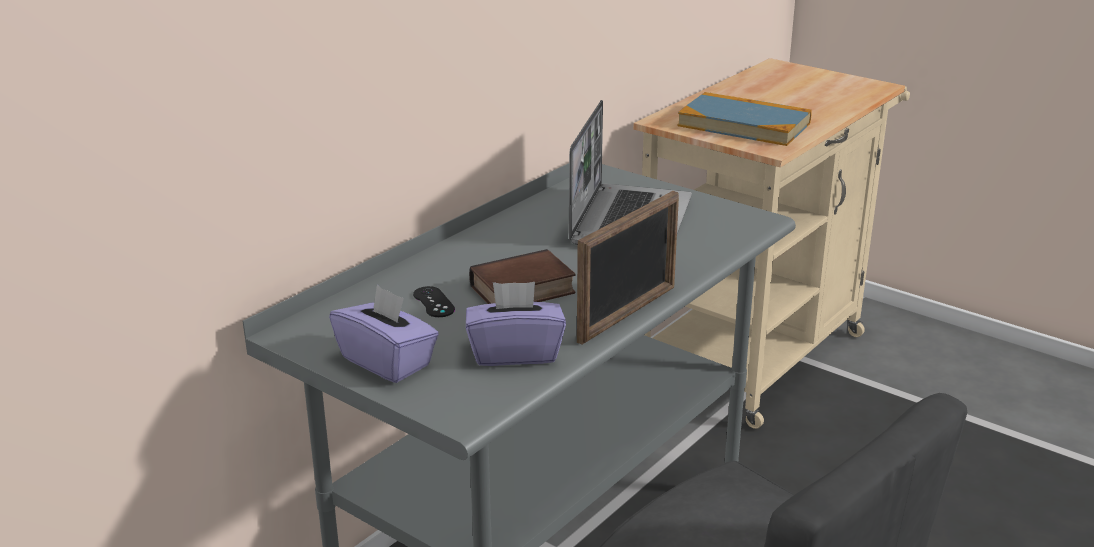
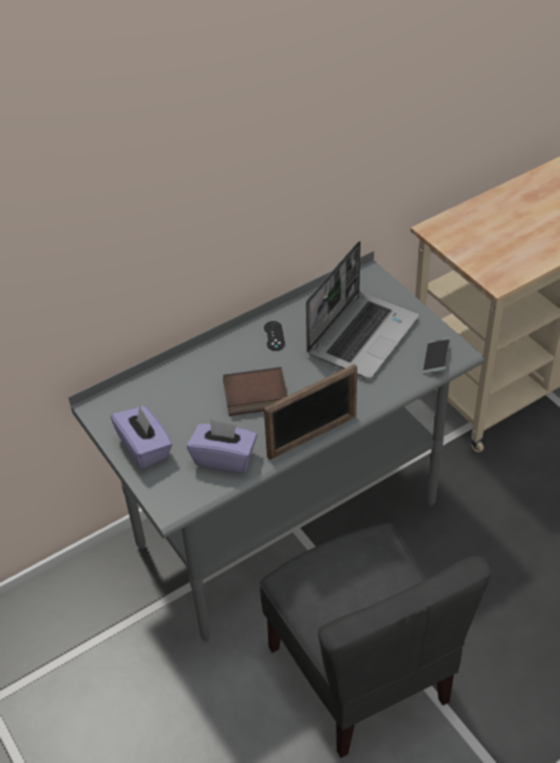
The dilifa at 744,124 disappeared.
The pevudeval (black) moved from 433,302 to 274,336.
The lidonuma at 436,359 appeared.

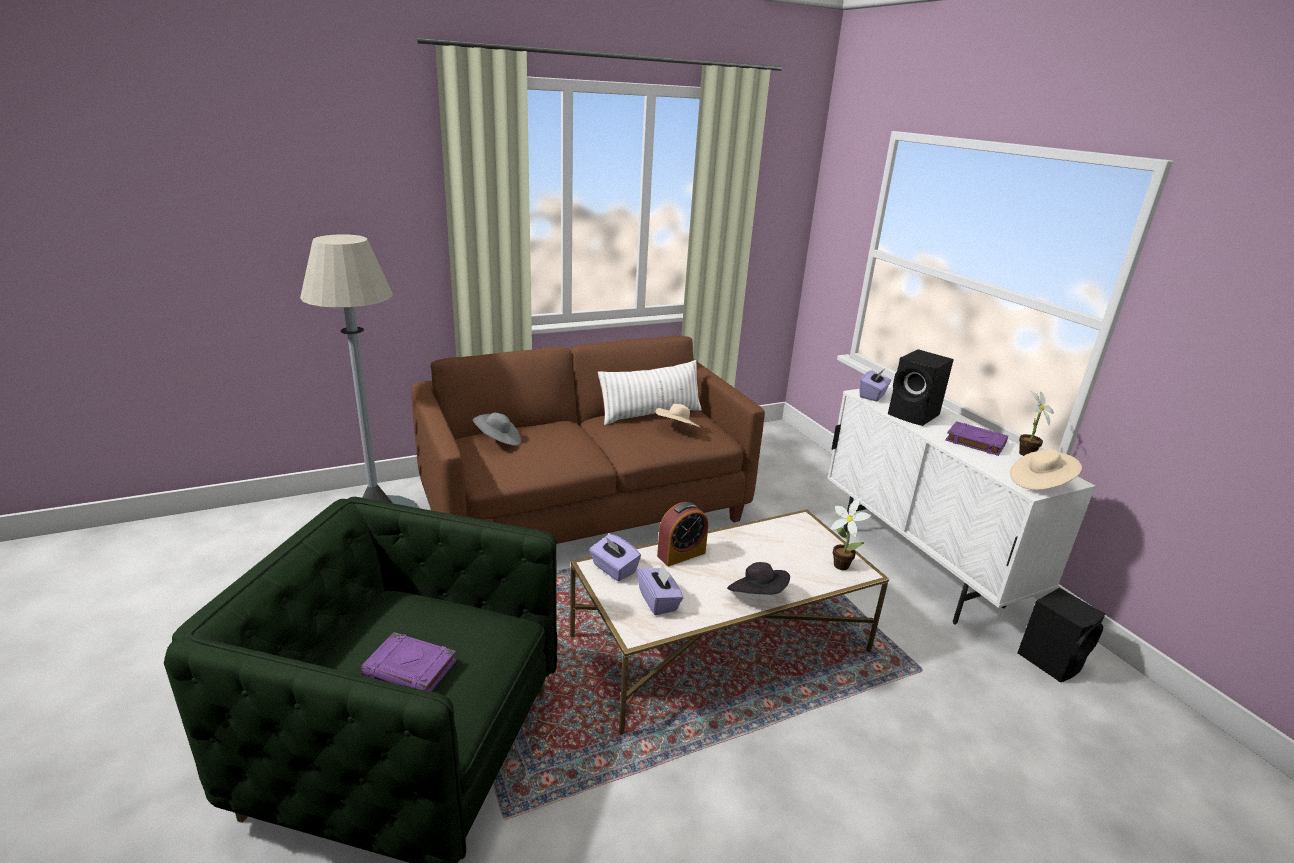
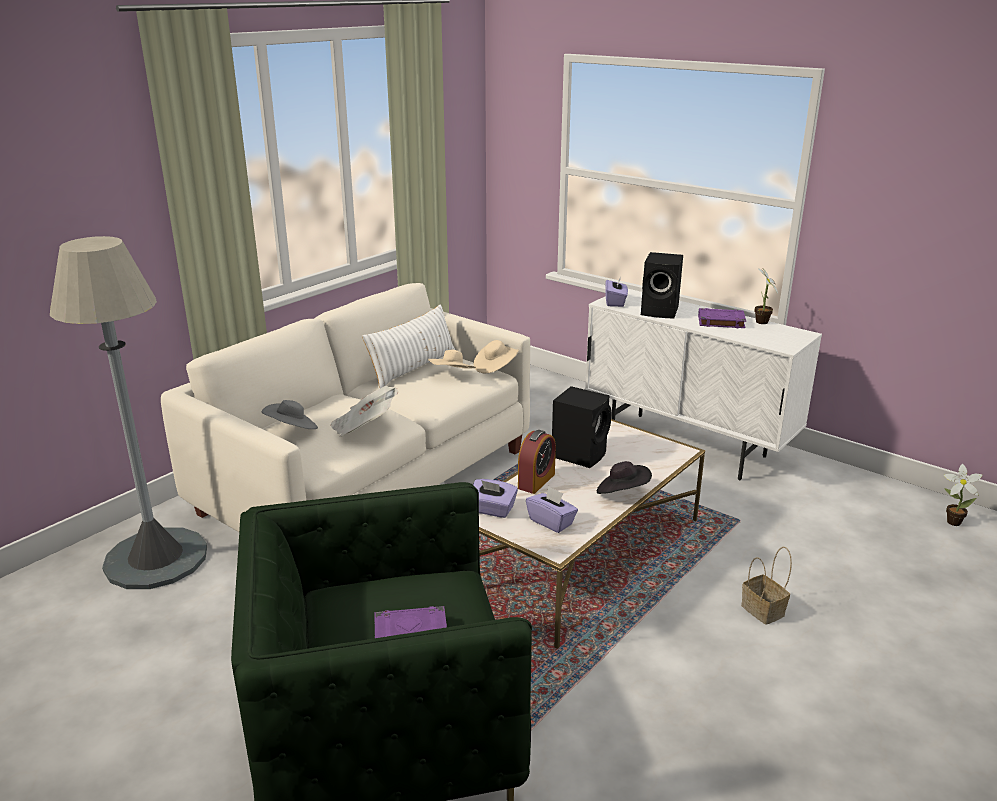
The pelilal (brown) at 586,507 became the pelilal (white) at 368,481.
The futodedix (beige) moved from 1040,483 to 495,367.
The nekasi moved from 839,564 to 951,521.
The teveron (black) moved from 1051,660 to 580,454.
The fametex at 364,427 appeared.
The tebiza at 764,611 appeared.

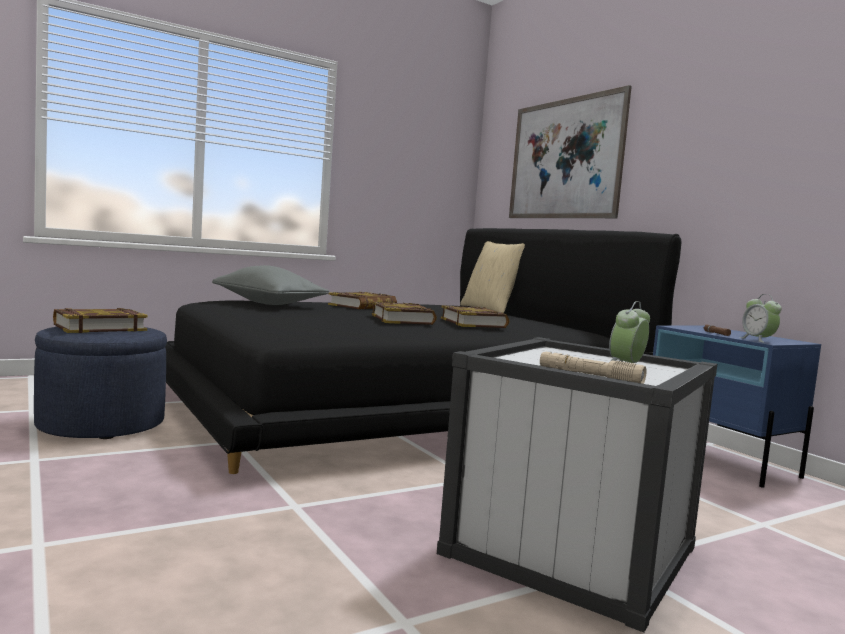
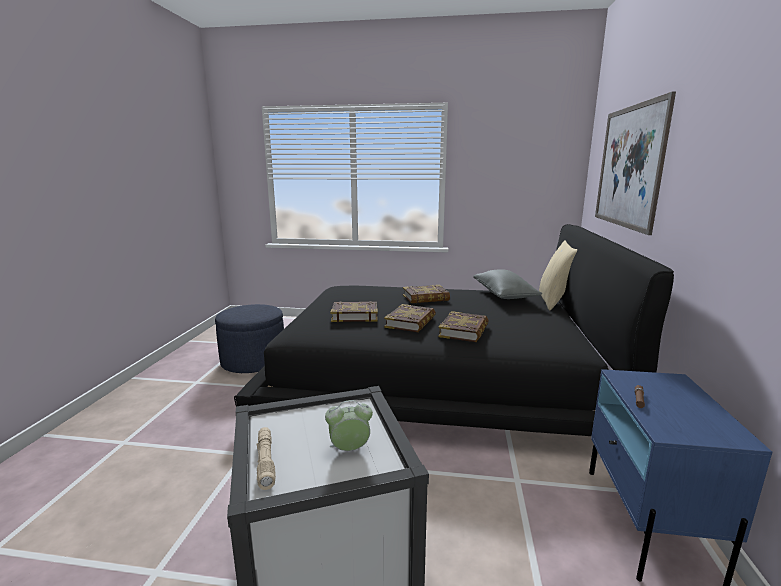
The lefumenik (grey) moved from 268,303 to 504,295.
The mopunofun at 758,340 disappeared.
The dilifa moved from 99,327 to 355,315.

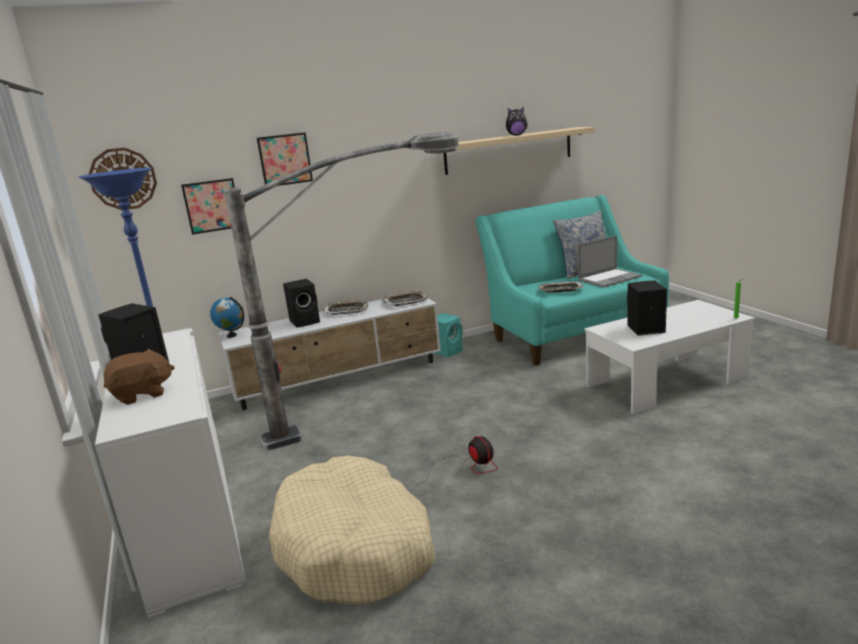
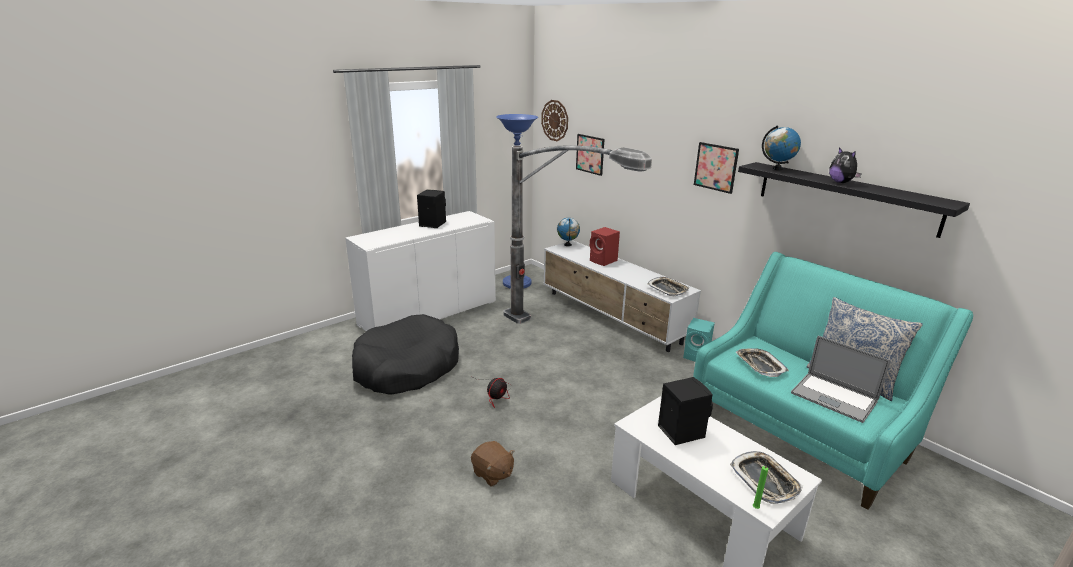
The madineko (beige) at 509,150 became the madineko (black) at 845,197.
The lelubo moved from 285,159 to 716,167.
The teveron (black) at 306,321 became the teveron (red) at 604,261.
The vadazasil moved from 346,311 to 764,480.
The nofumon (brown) moved from 142,394 to 492,474.
The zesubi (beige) at 355,547 became the zesubi (black) at 406,367.
The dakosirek at 777,169 appeared.

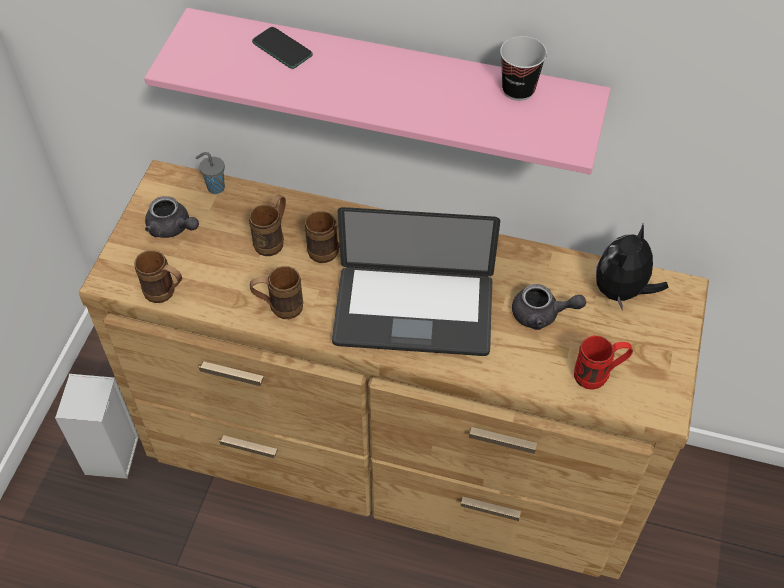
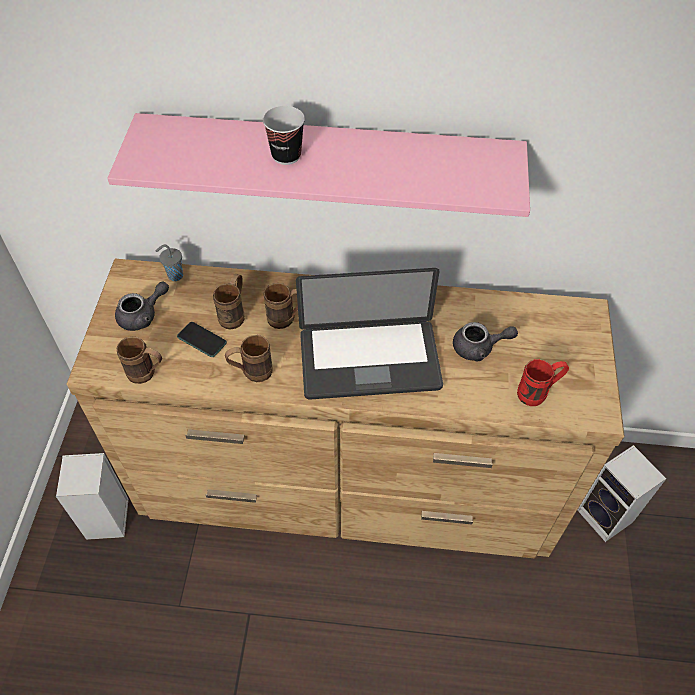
The lidonuma moved from 282,49 to 202,340.
The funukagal moved from 518,90 to 286,155.
The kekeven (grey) at 172,228 turned 60 degrees counterclockwise.
The nofumon at 622,291 disappeared.
The teveron at 606,517 appeared.

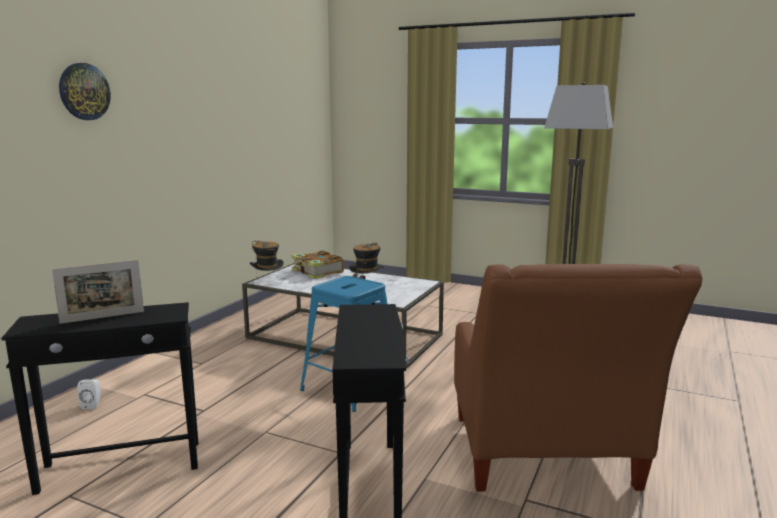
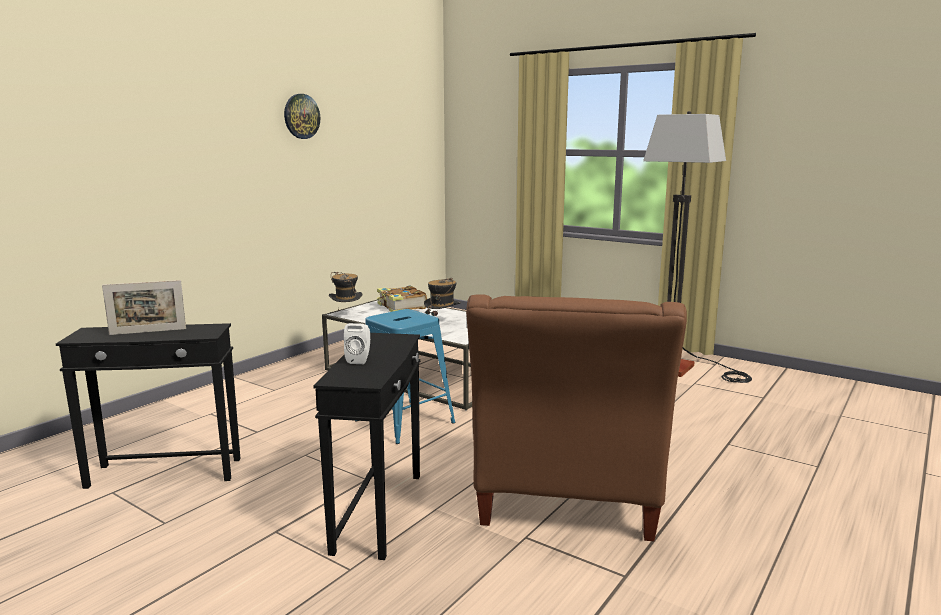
The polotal moved from 84,91 to 301,116.
The teveron (white) moved from 92,404 to 359,360.

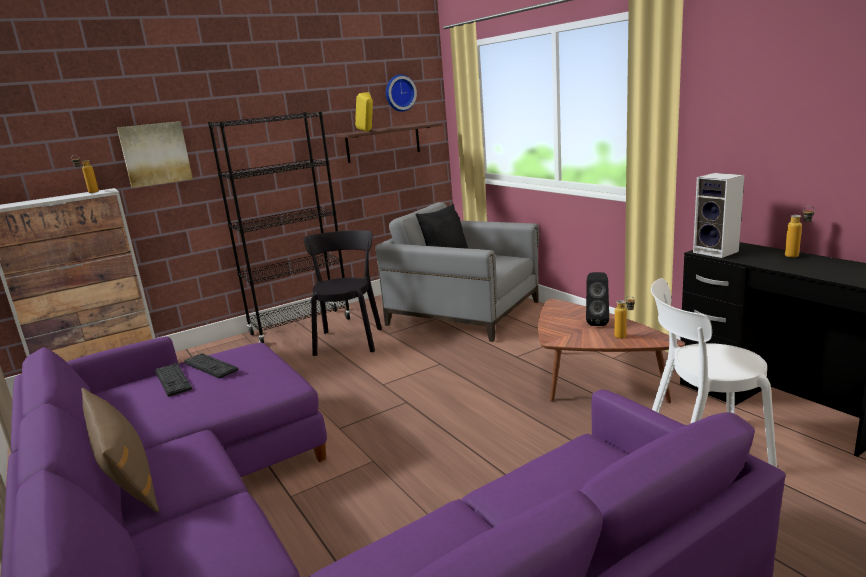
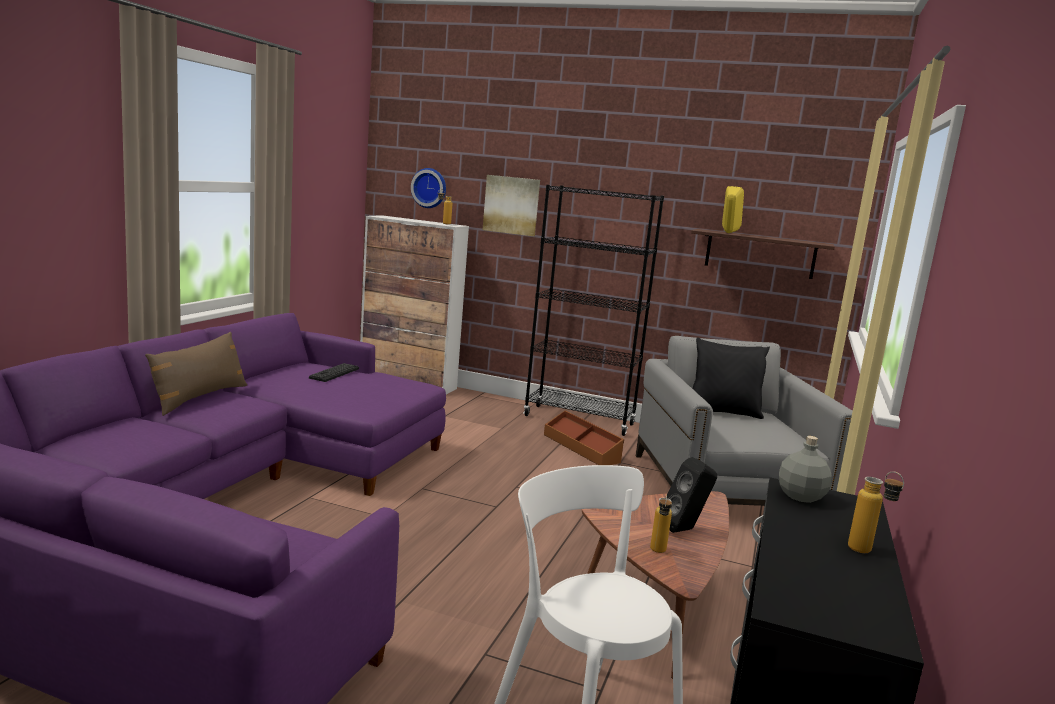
The polotal moved from 399,93 to 430,188.
The teveron at 717,252 was replaced by the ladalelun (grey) at 801,497.
The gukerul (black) at 349,340 was replaced by the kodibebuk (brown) at 581,448.
The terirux at 210,366 disappeared.

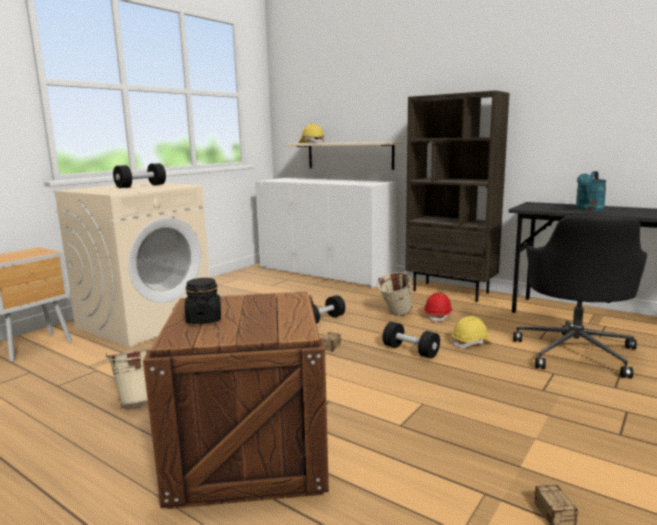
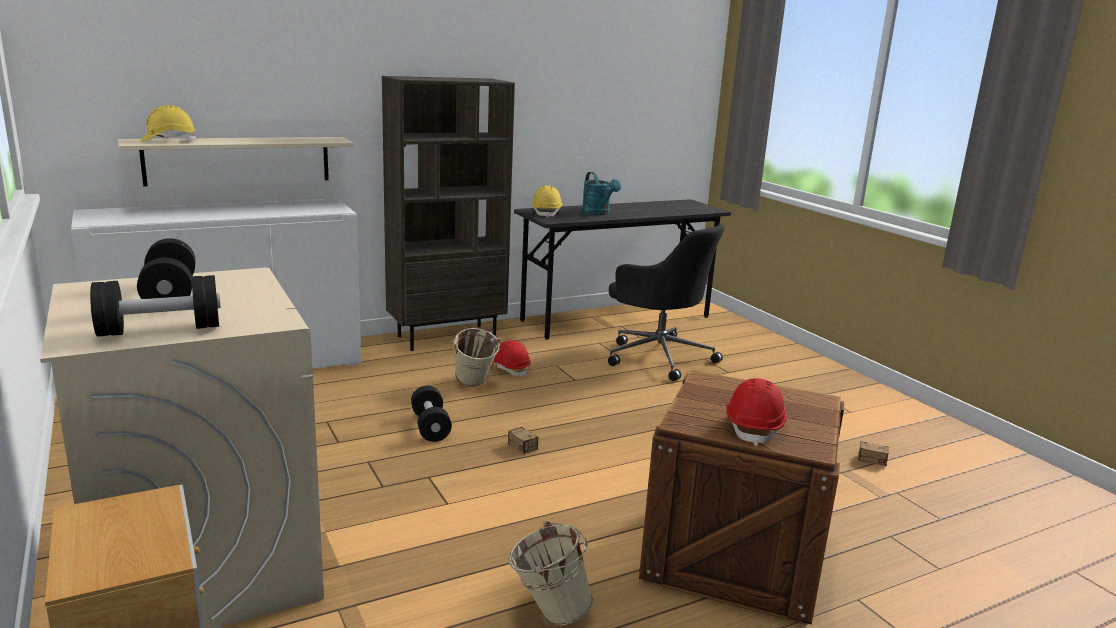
The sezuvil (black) at 204,319 was replaced by the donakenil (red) at 754,427.
The donakenil (yellow) moved from 471,343 to 546,213.
The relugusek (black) moved from 410,351 to 160,330.

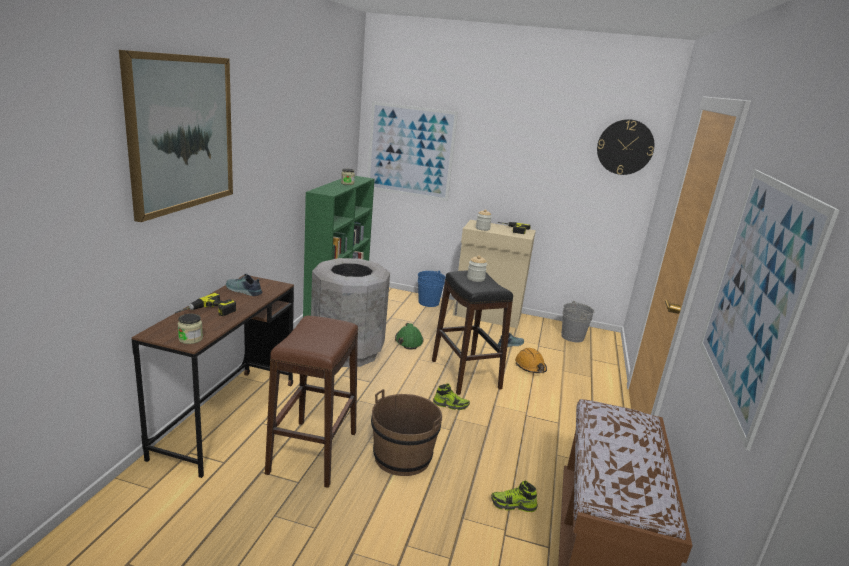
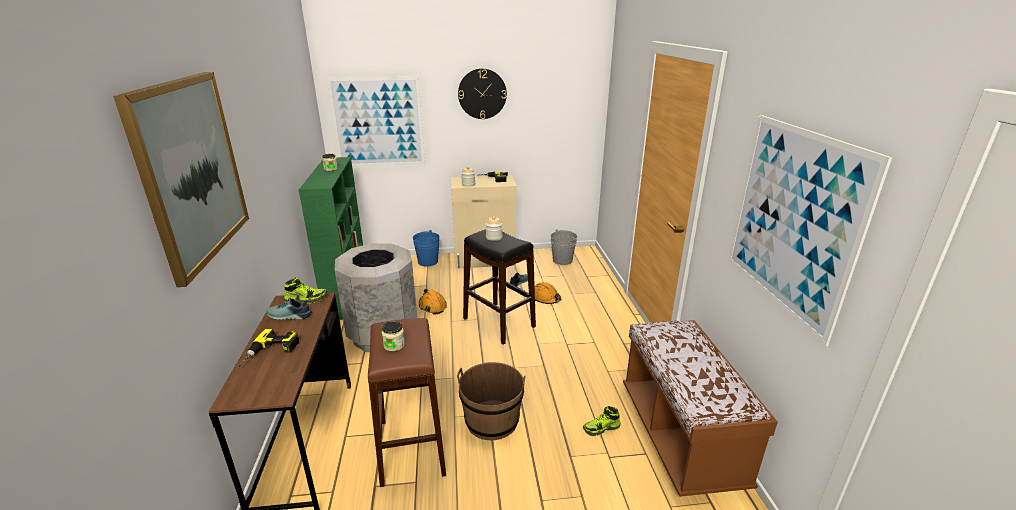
The polotal moved from 625,147 to 482,94.
The sezuvil moved from 190,339 to 394,345.
The donakenil (green) at 408,341 became the donakenil (orange) at 432,306.
The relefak moved from 450,405 to 306,299.

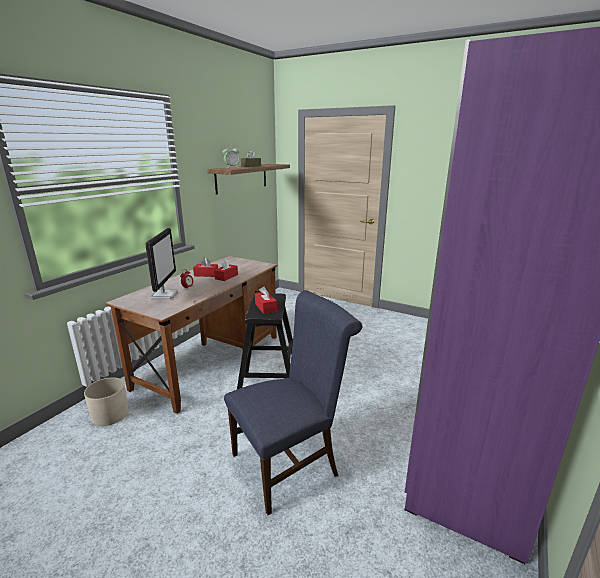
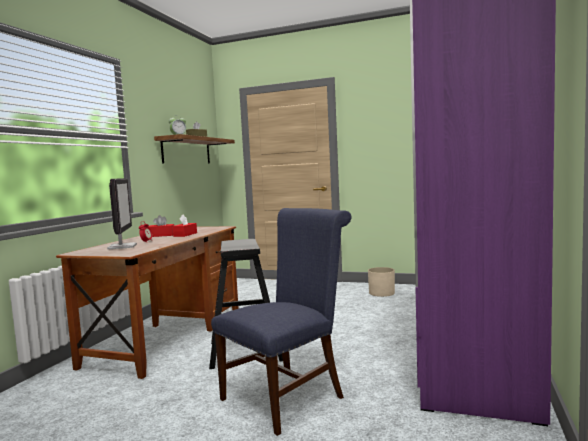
The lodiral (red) at 265,307 disappeared.
The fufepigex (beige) moved from 110,414 to 382,293.

